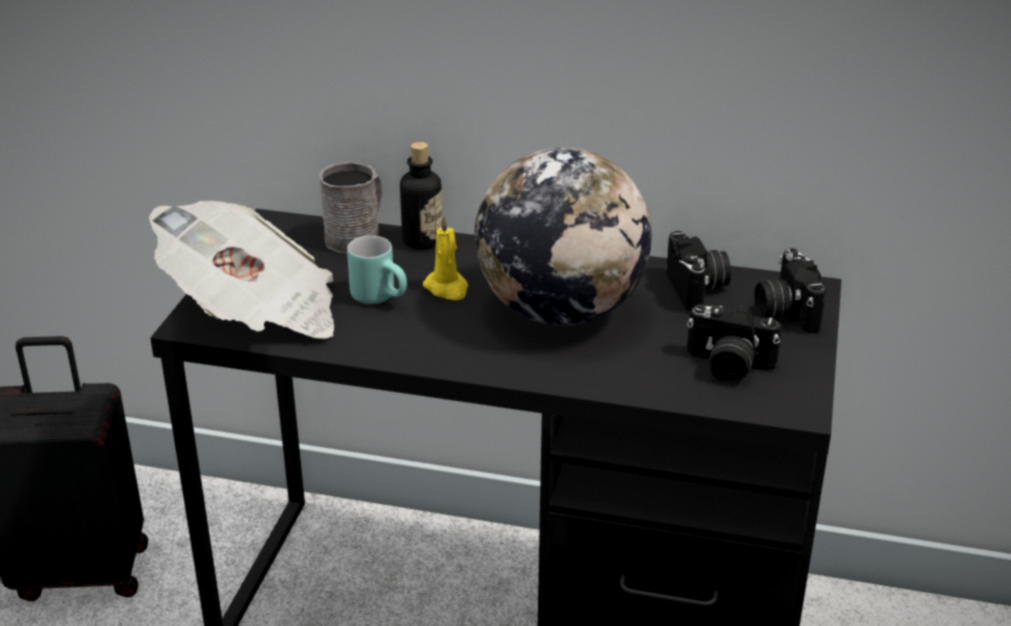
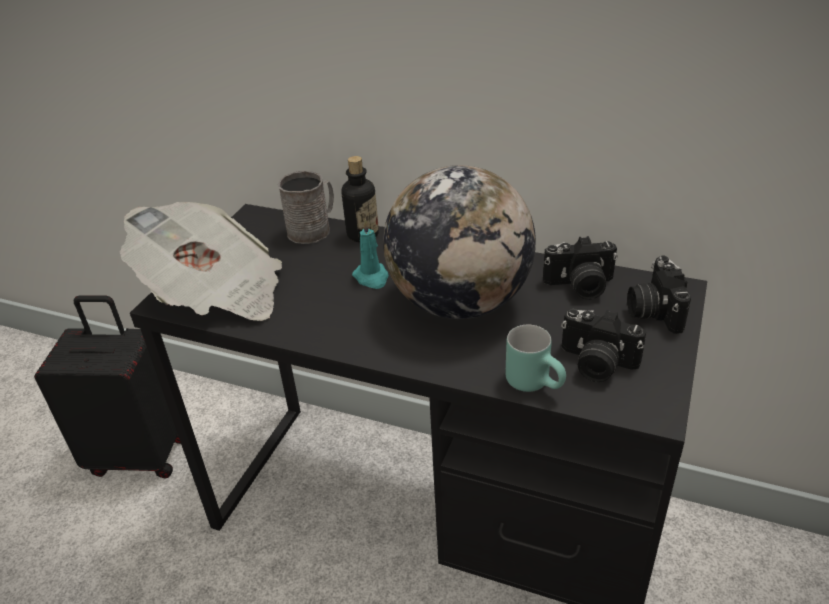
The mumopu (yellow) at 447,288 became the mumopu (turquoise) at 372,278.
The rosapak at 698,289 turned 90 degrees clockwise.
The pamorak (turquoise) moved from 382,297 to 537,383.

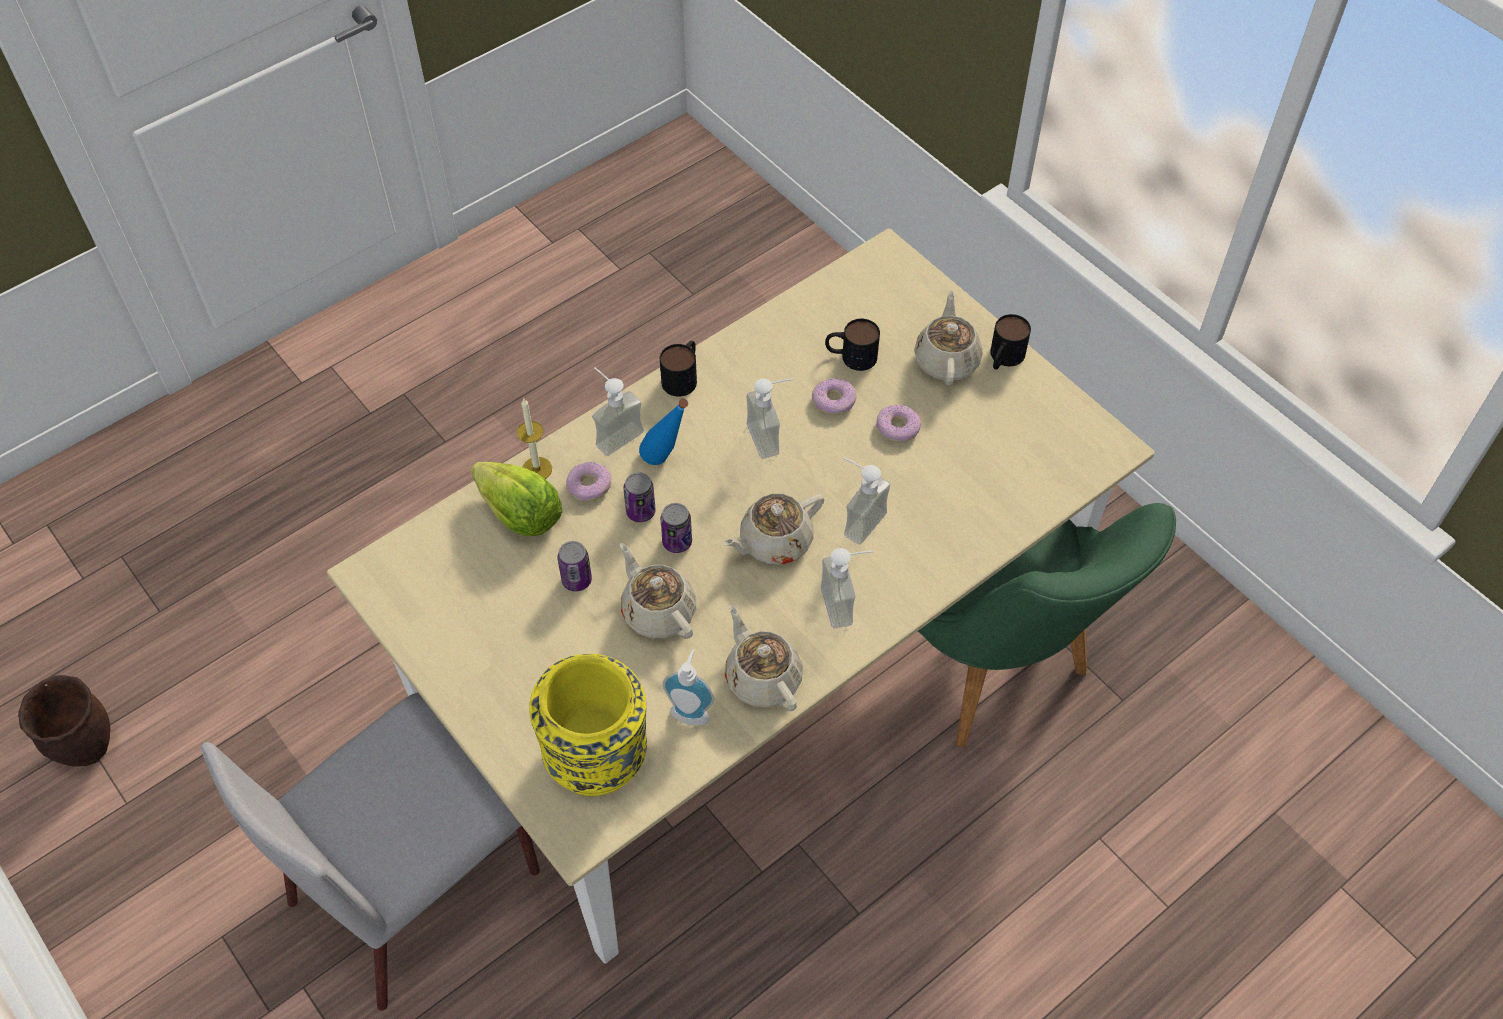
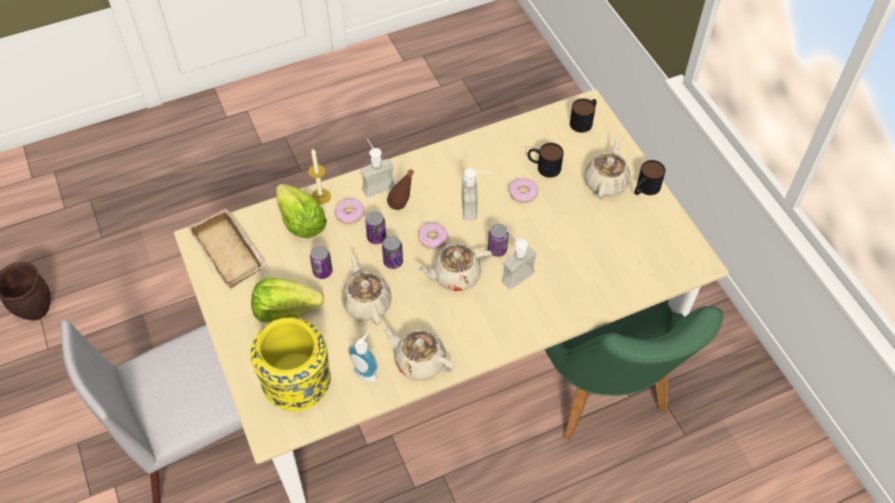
The pamorak moved from 683,376 to 584,120.
The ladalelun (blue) at 667,463 became the ladalelun (brown) at 403,210.
The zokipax moved from 897,428 to 432,239.
The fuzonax at 847,604 disappeared.
The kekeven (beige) at 762,677 turned 45 degrees counterclockwise.
The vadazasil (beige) at 231,252 appeared.
The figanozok at 497,249 appeared.
The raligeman at 286,310 appeared.

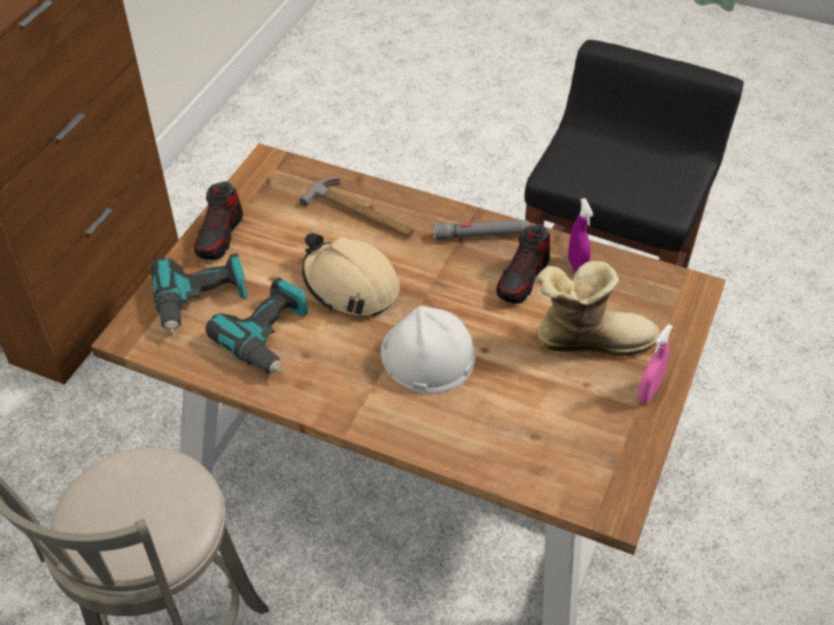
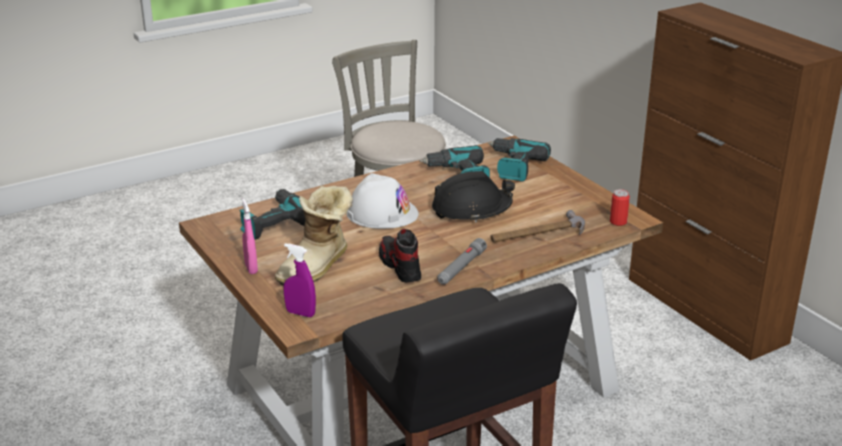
The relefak at 220,235 disappeared.
The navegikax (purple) moved from 576,266 to 300,313.
The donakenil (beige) at 350,285 became the donakenil (black) at 471,209.
The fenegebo at 274,223 appeared.
The figanozok at 618,222 appeared.

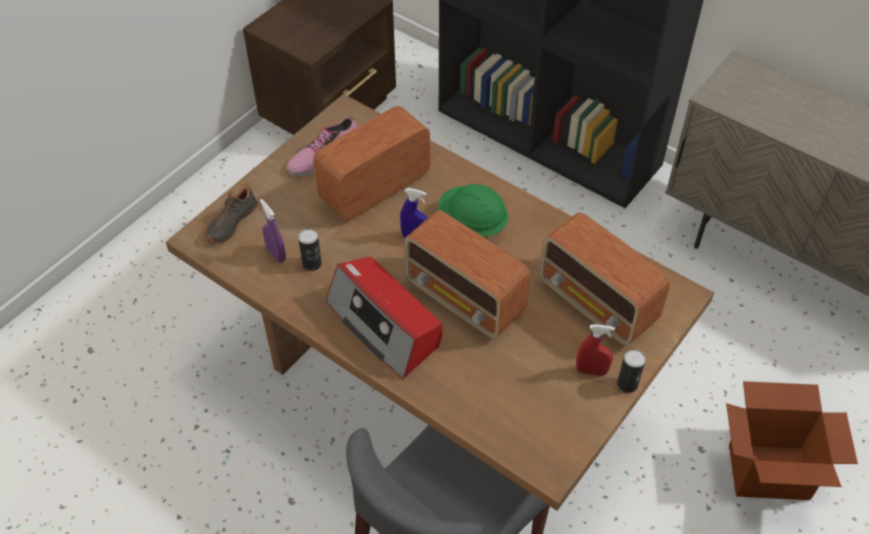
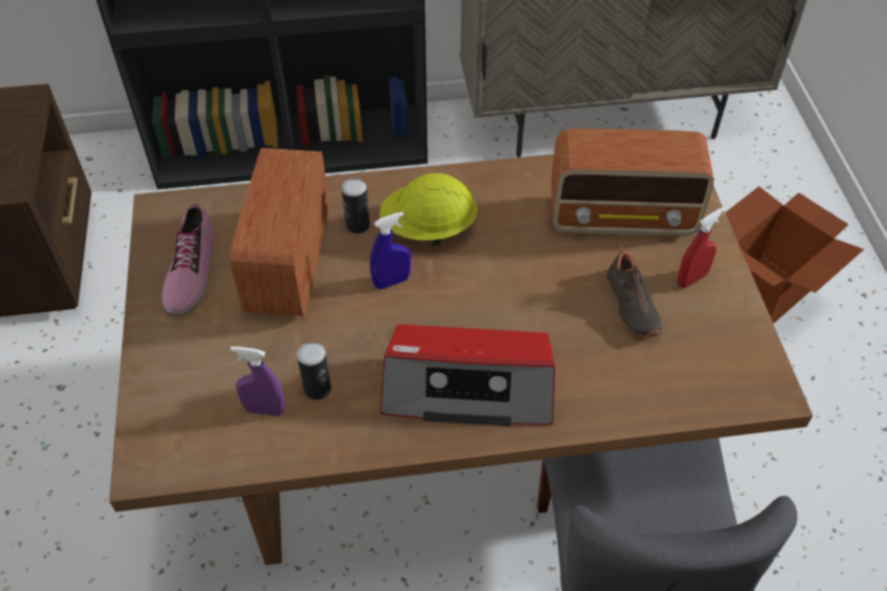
The relefak (black) moved from 231,222 to 630,305.
The donakenil (green) at 472,224 became the donakenil (yellow) at 428,228.
The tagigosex at 465,299 disappeared.
The figanozok moved from 627,384 to 357,225.

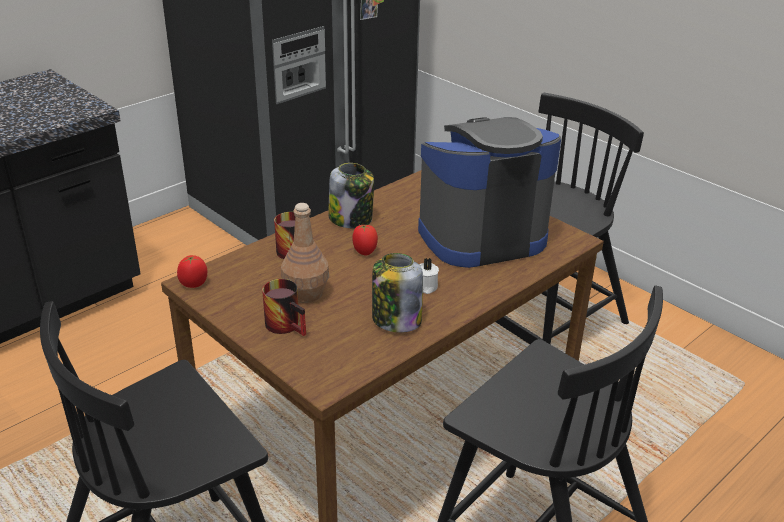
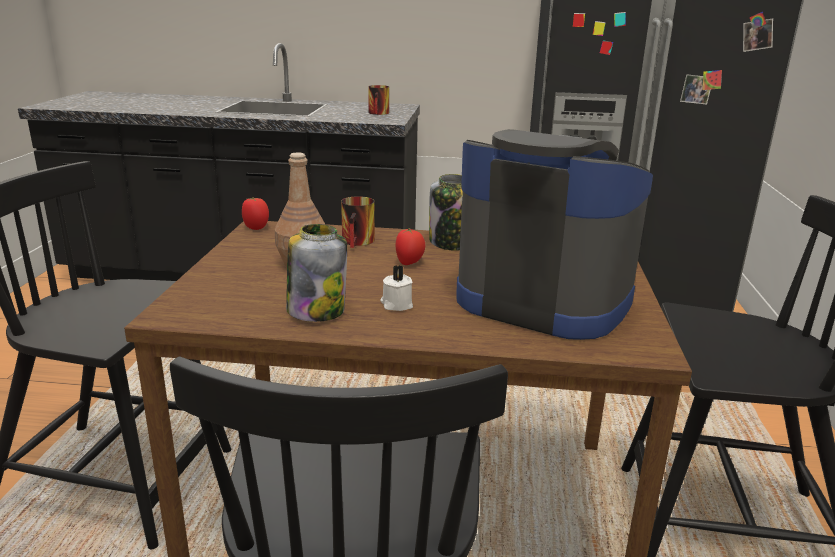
The pamorak moved from 289,324 to 380,113.

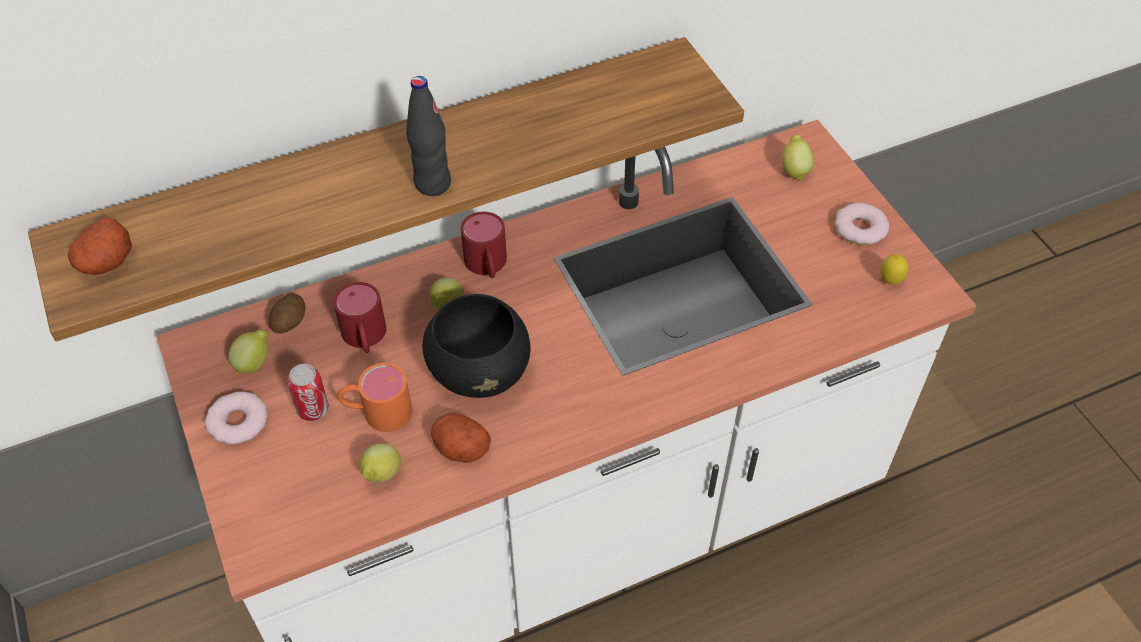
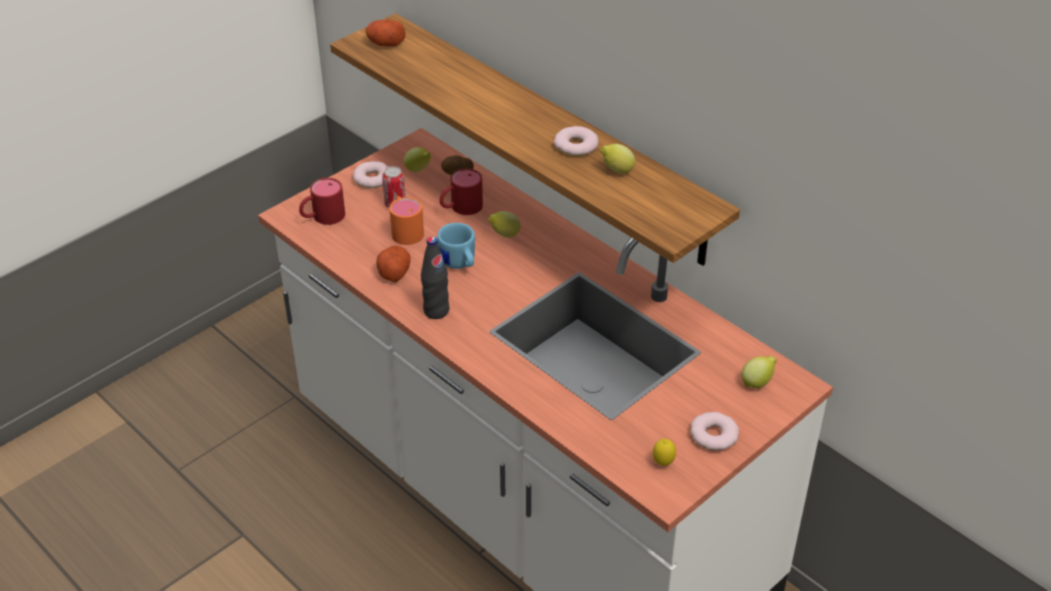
The ladalelun (black) moved from 432,184 to 436,311.
The pamorak (red) moved from 487,266 to 322,217.
The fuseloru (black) at 480,370 was replaced by the pamorak (blue) at 459,264.
The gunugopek moved from 381,476 to 616,171.
The zokipax at 576,146 appeared.

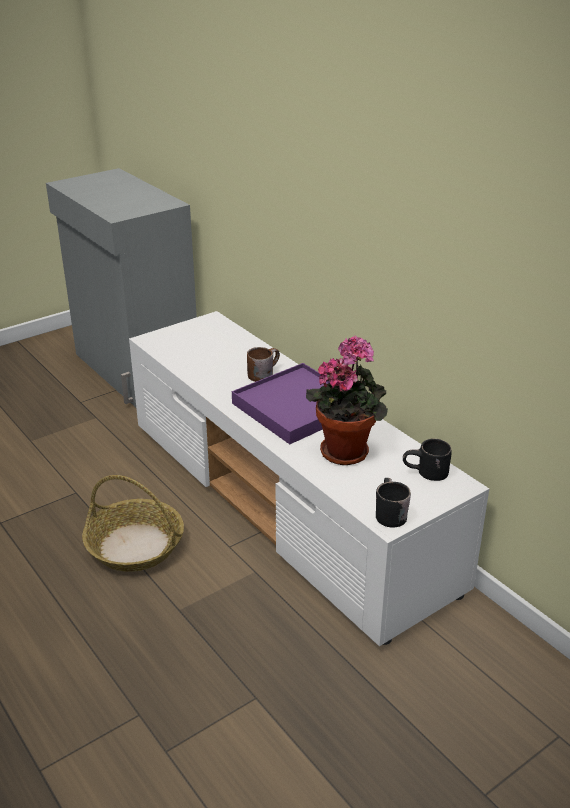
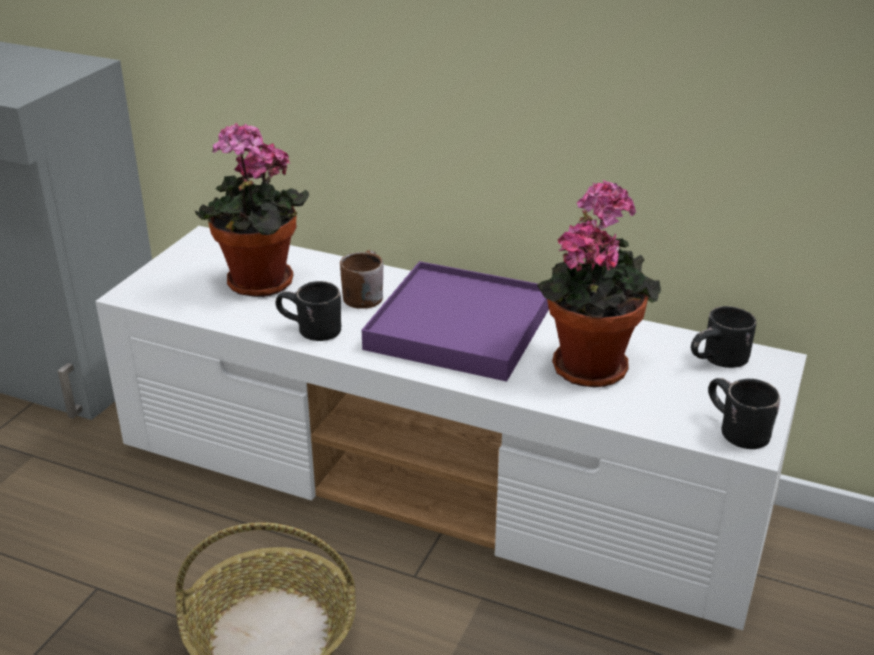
The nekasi at 257,286 appeared.
The pamorak (black) at 310,332 appeared.

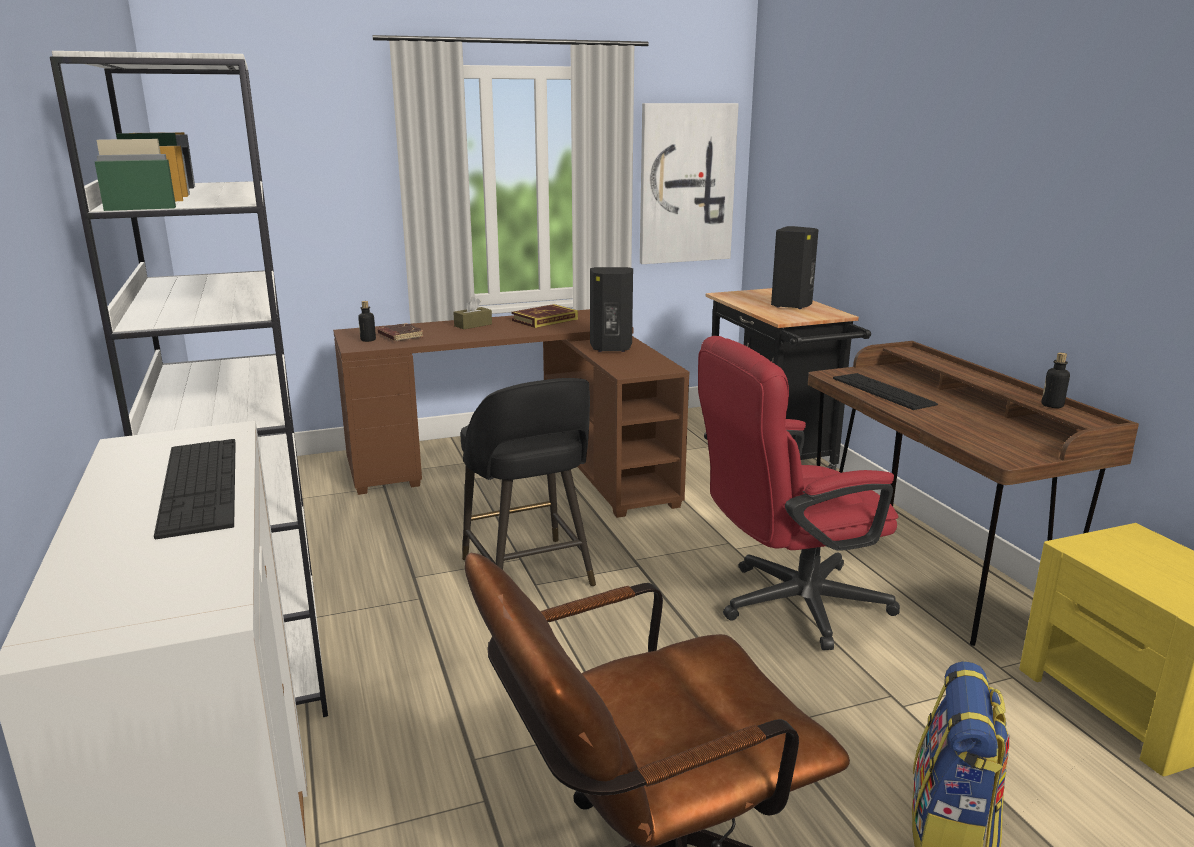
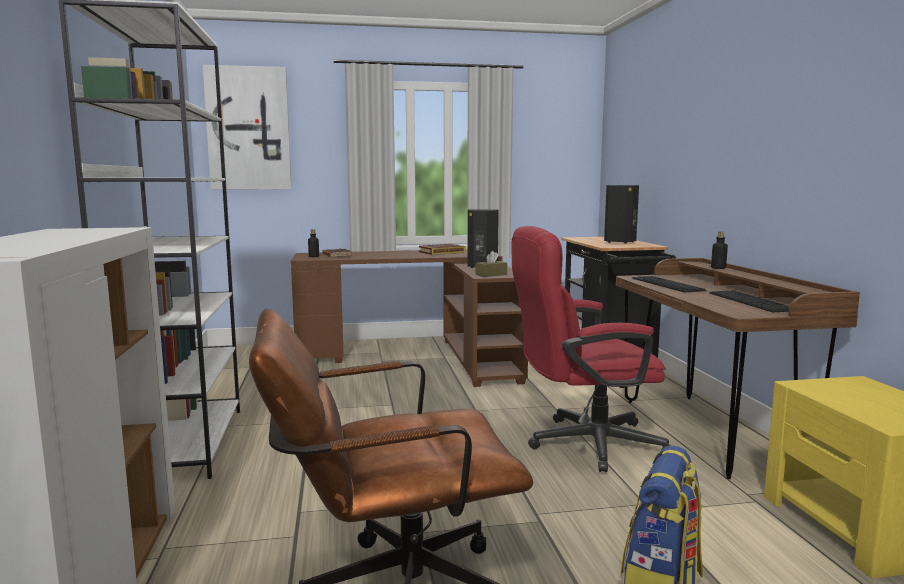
The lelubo moved from 686,184 to 248,129.
The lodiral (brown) moved from 473,325 to 491,274.
The ladalelun moved from 1052,405 to 718,268.
The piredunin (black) at 528,574 disappeared.
The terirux moved from 199,485 to 751,301.

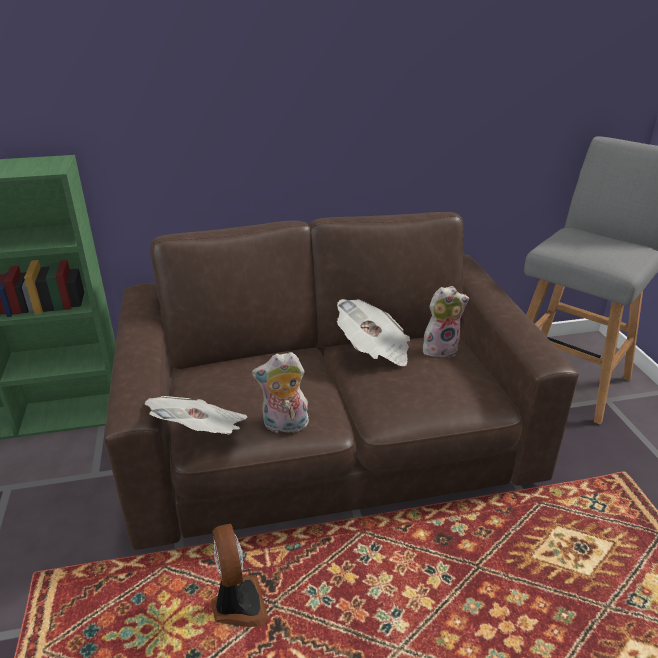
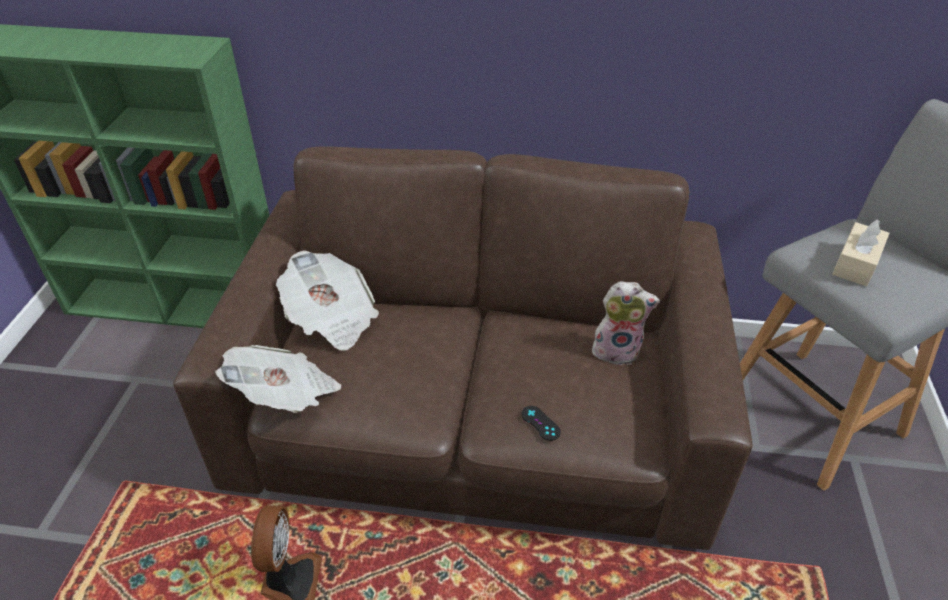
The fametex moved from 374,349 to 332,318.
The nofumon at 284,426 disappeared.
The lodiral (beige) at 856,264 appeared.
The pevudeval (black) at 540,423 appeared.

